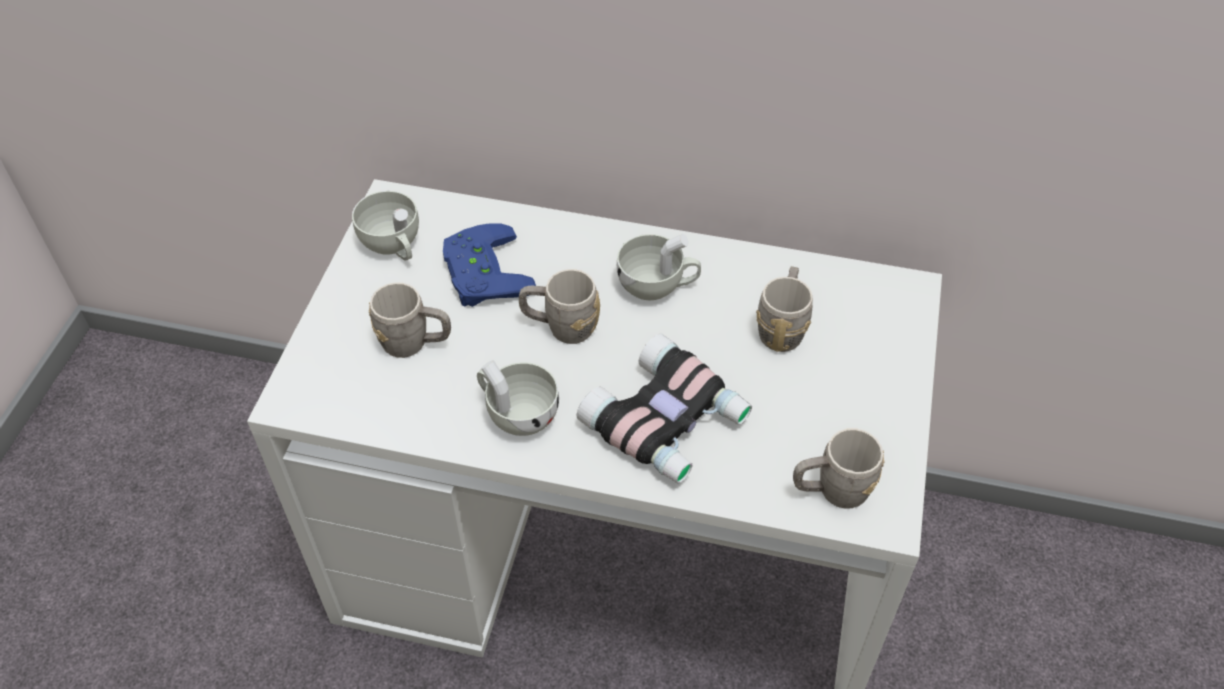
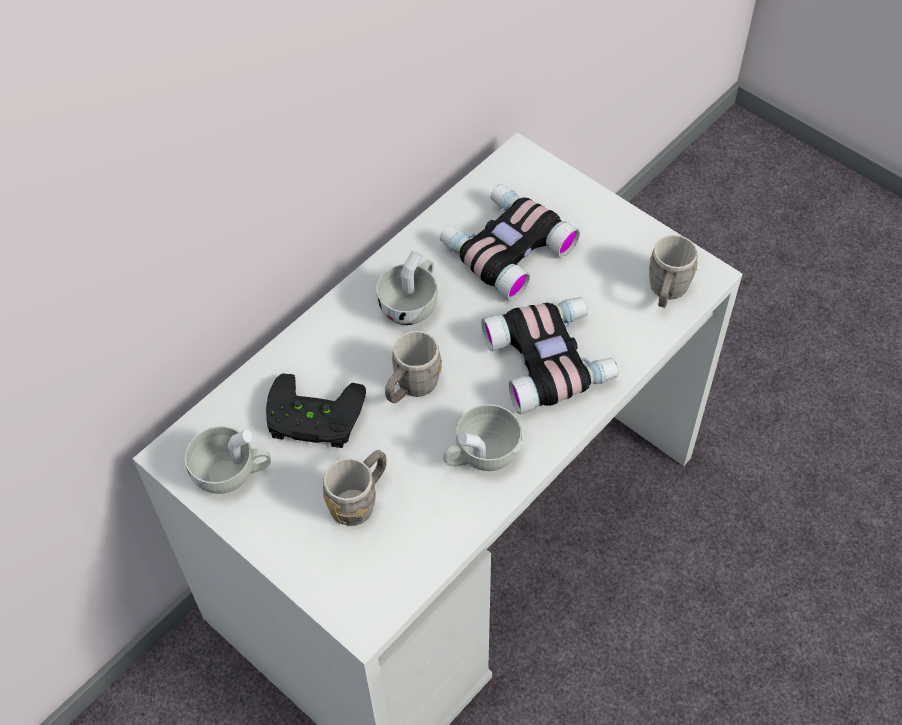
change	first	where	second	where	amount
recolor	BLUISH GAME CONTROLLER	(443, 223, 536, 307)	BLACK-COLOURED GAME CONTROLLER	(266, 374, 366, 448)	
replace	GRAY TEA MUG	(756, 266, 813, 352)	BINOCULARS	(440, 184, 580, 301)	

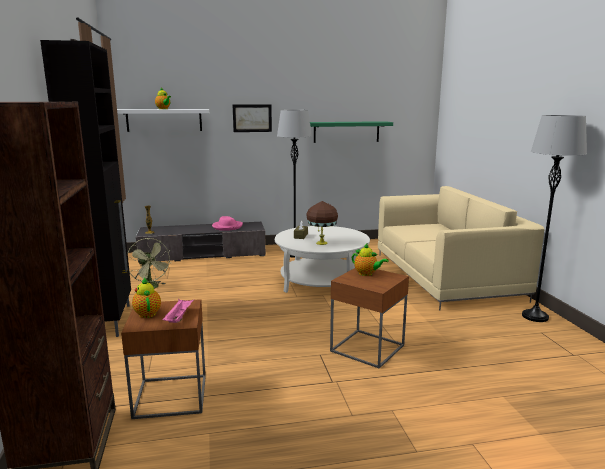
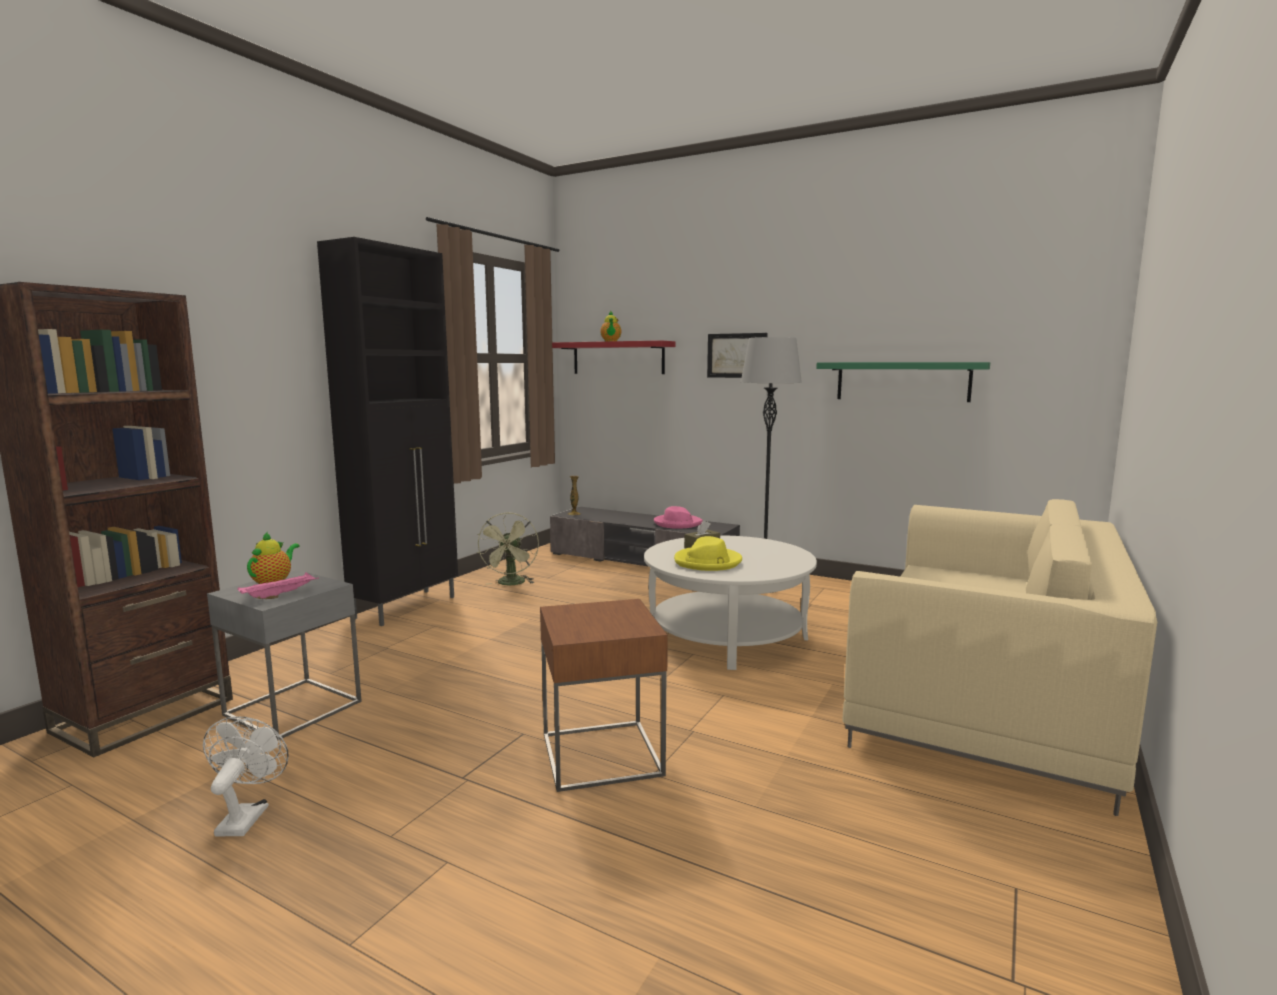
change	first	where	second	where	amount
insert			WHITE-COLOURED COOLING FAN	(203, 716, 289, 837)	
recolor	BROWN END TABLE	(121, 299, 206, 419)	GRAY END TABLE	(207, 570, 362, 741)	
recolor	WHITE-COLOURED SHELF	(117, 109, 209, 132)	REDDISH SHELF	(552, 340, 676, 374)	
replace	BROWN TABLETOP LAMP	(307, 201, 338, 245)	YELLOWISH WEARABLE HAT	(674, 536, 742, 571)	
delete	TEA POT	(352, 244, 388, 276)			
delete	GRAY STANDING LAMP	(522, 115, 587, 322)			

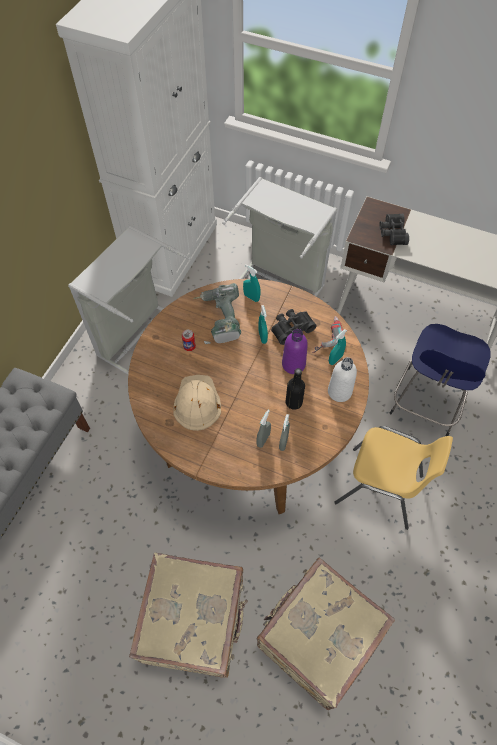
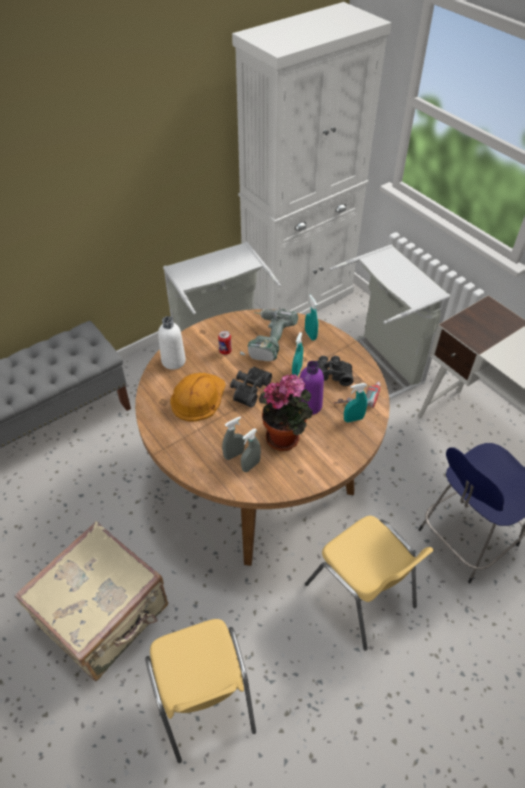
change	first	where	second	where	amount
replace	SAND-COLOURED TRAVEL CASE	(257, 558, 395, 710)	YELLOWISH CHAIR	(145, 619, 256, 763)	
move	WHITE-COLOURED DRINK BOTTLE	(328, 357, 357, 402)		(158, 316, 186, 370)	
recolor	SAND-COLOURED HARD HAT	(173, 375, 221, 431)	ORANGE HARD HAT	(170, 373, 226, 421)	
move	BLACK-COLOURED BINOCULARS	(379, 214, 409, 245)		(230, 367, 272, 408)	
replace	BLACK-COLOURED DRINK BOTTLE	(286, 368, 305, 410)	HOUSEPLANT	(259, 374, 313, 451)	

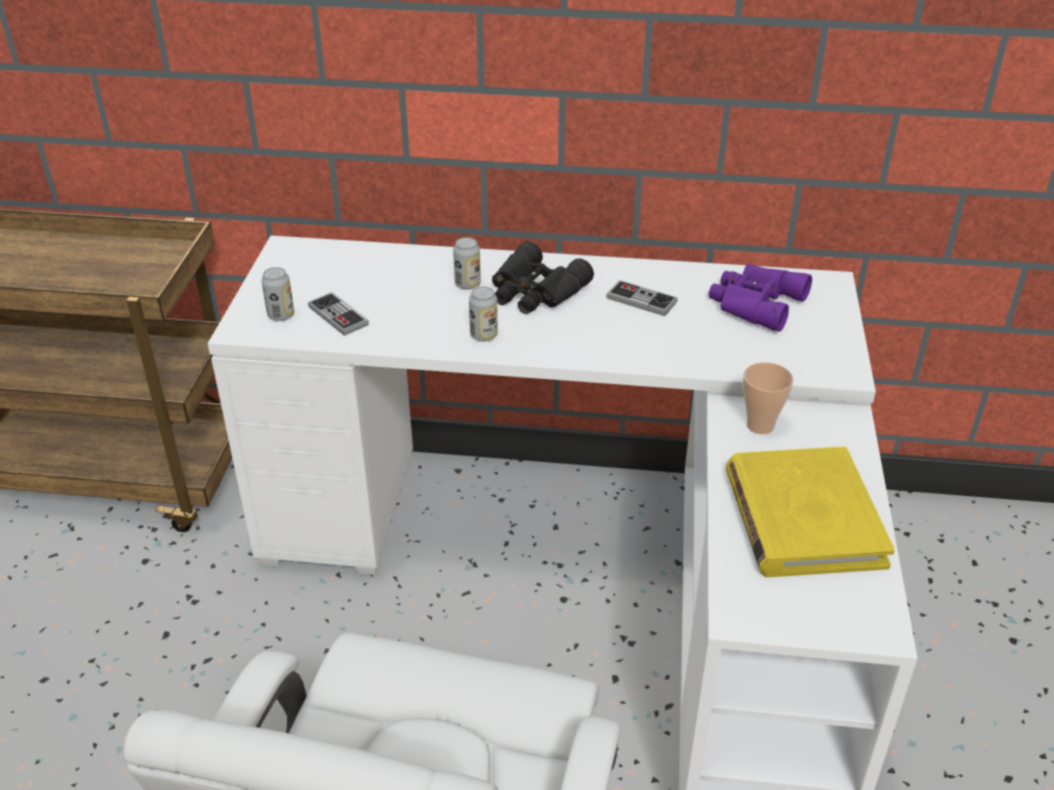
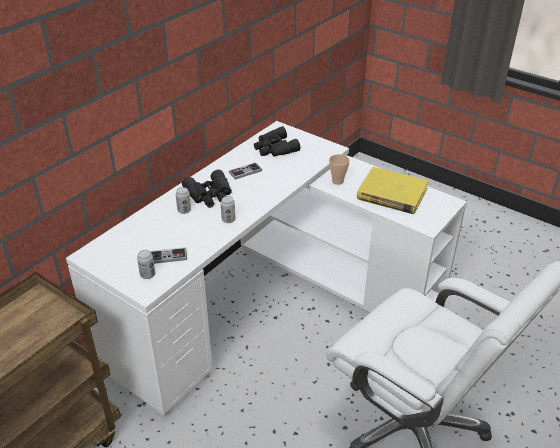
change	first	where	second	where	amount
recolor	PURPLE BINOCULARS	(708, 264, 812, 332)	BLACK-COLOURED BINOCULARS	(254, 126, 300, 156)	

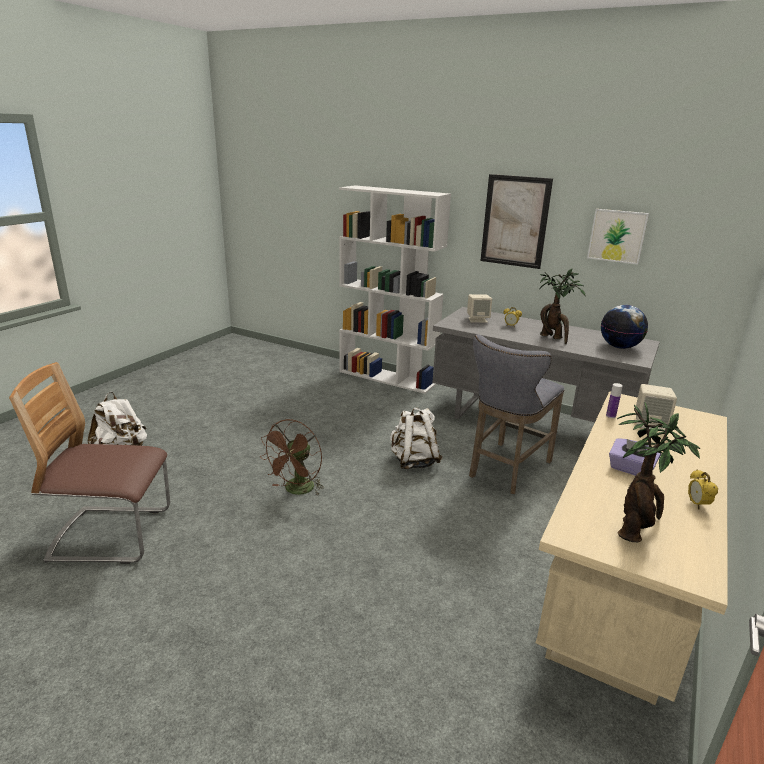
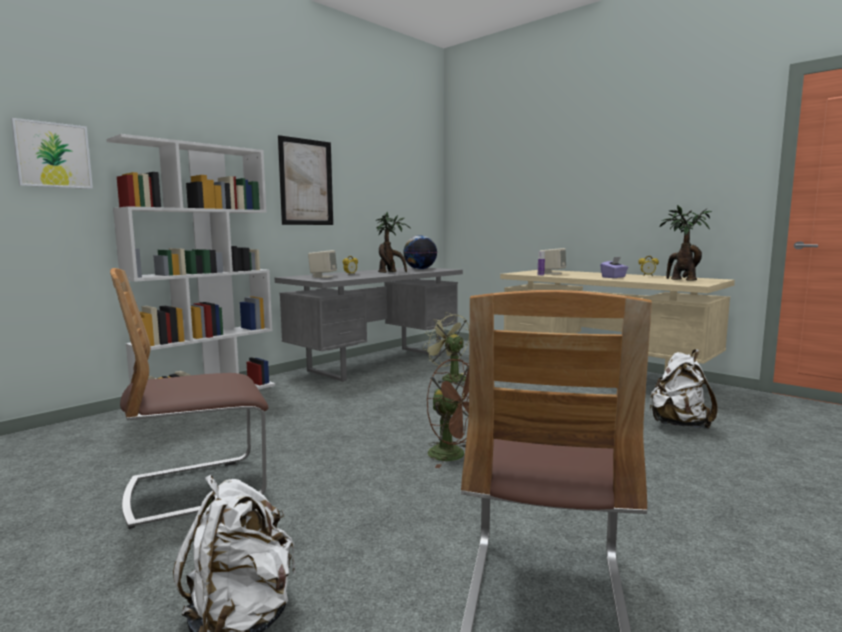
change	first	where	second	where	amount
move	PICTURE	(587, 209, 649, 265)		(11, 118, 93, 189)	
insert			CHAIR	(110, 268, 269, 529)	
replace	GRAY STOOL	(469, 335, 564, 494)	GREEN COOLING FAN	(423, 312, 470, 385)	
move	WHITE-COLOURED RUCKSACK	(390, 408, 442, 469)		(649, 349, 718, 429)	

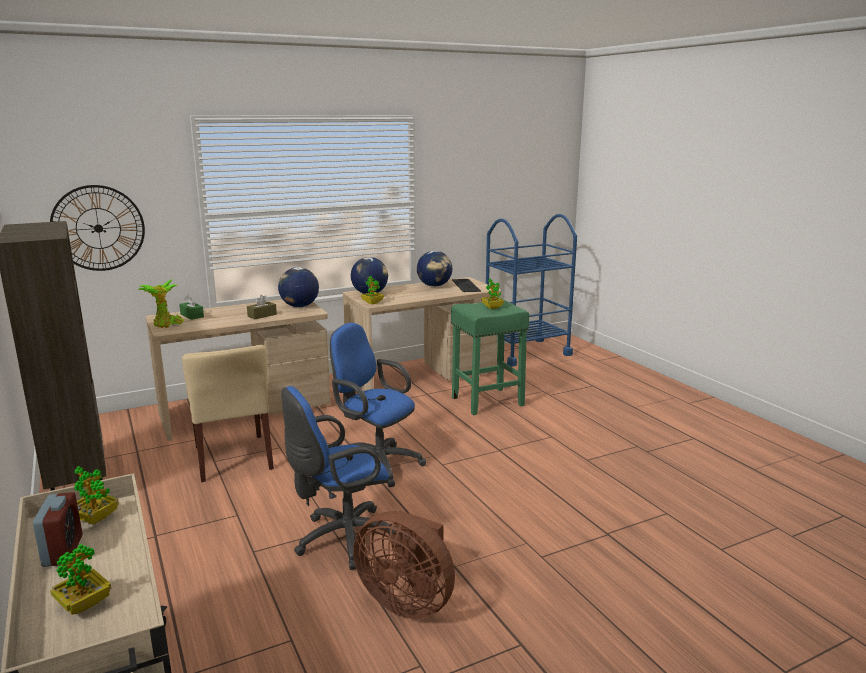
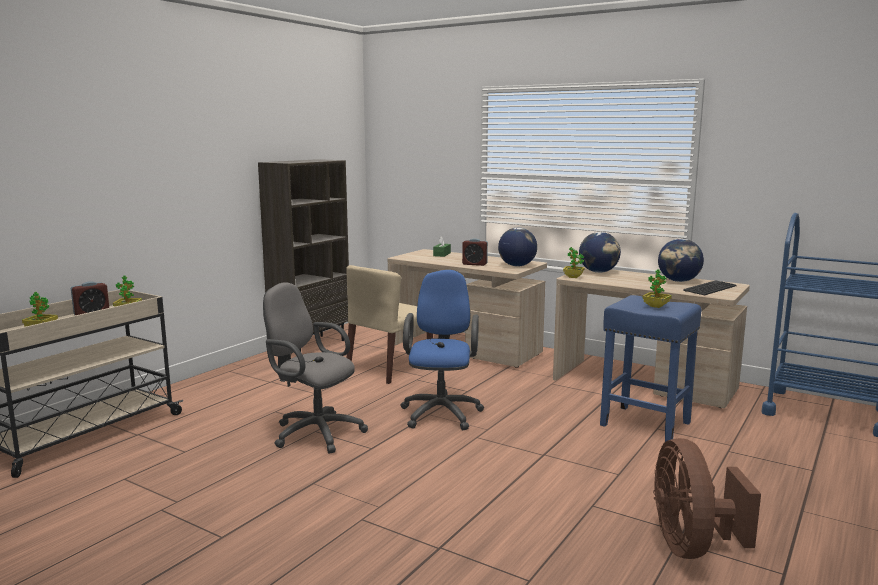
change	first	where	second	where	amount
recolor	BLUISH OFFICE CHAIR	(281, 386, 395, 570)	GRAY OFFICE CHAIR	(263, 282, 368, 454)	
replace	BROWN TISSUE BOX	(247, 295, 277, 320)	BEDSIDE CLOCK	(462, 238, 488, 266)	
recolor	GREEN STOOL	(451, 300, 530, 415)	BLUISH STOOL	(600, 295, 701, 442)	
move	BROWN COOLING FAN	(353, 511, 455, 619)		(653, 438, 761, 559)	
delete	WALL CLOCK	(50, 185, 145, 271)			
delete	HOUSEPLANT	(138, 279, 184, 328)			

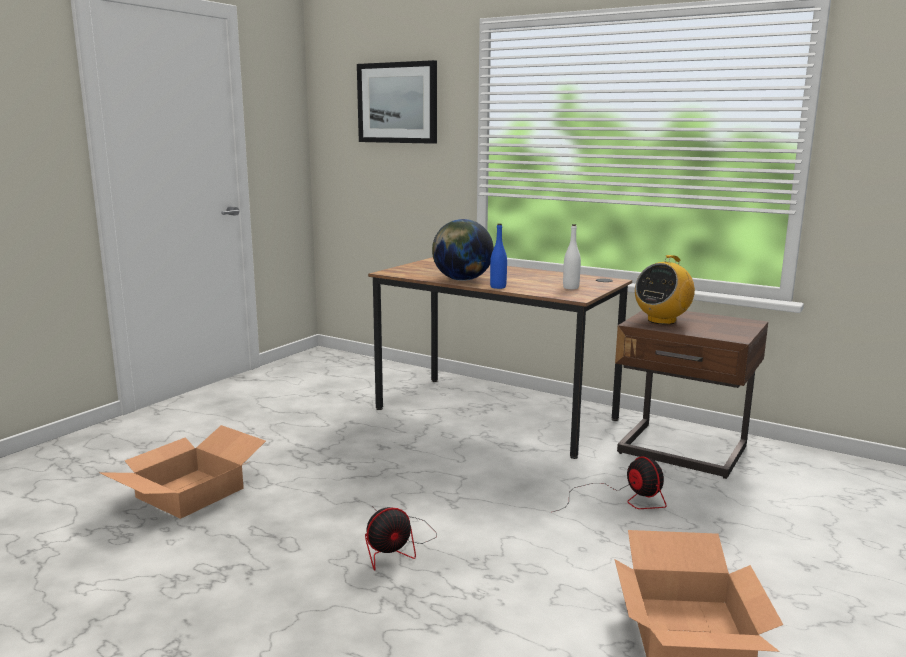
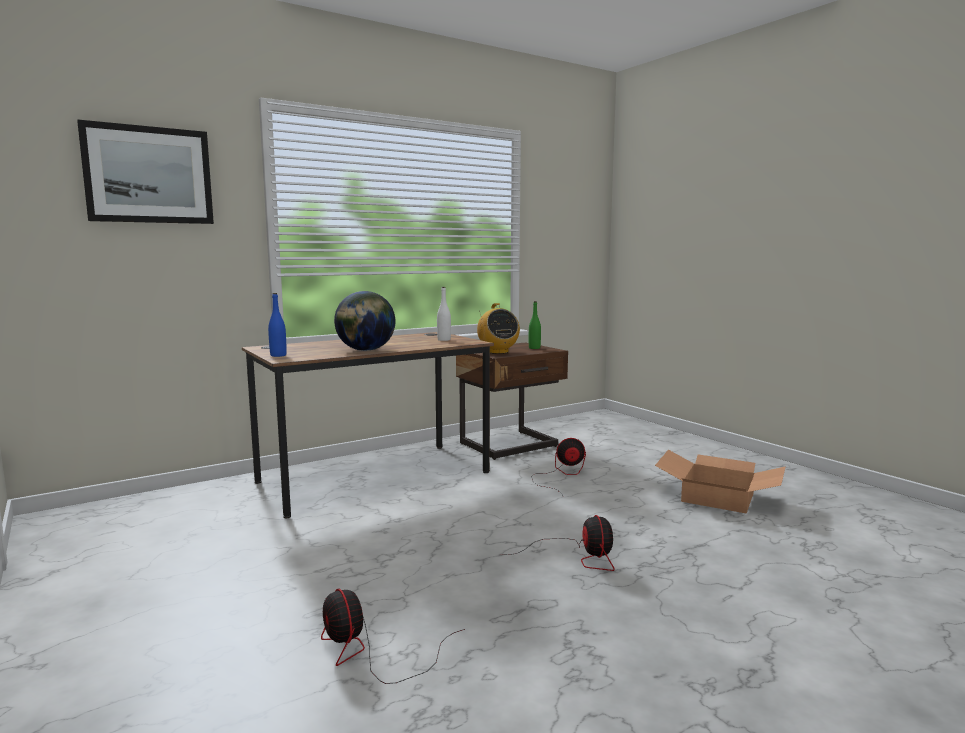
change	first	where	second	where	amount
move	BLUISH DRINK BOTTLE	(490, 224, 507, 289)		(268, 293, 287, 357)	
replace	CARDBOARD BOX	(99, 425, 266, 519)	COOLING FAN	(321, 588, 465, 684)	
insert			GREEN DRINK BOTTLE	(529, 301, 541, 349)	

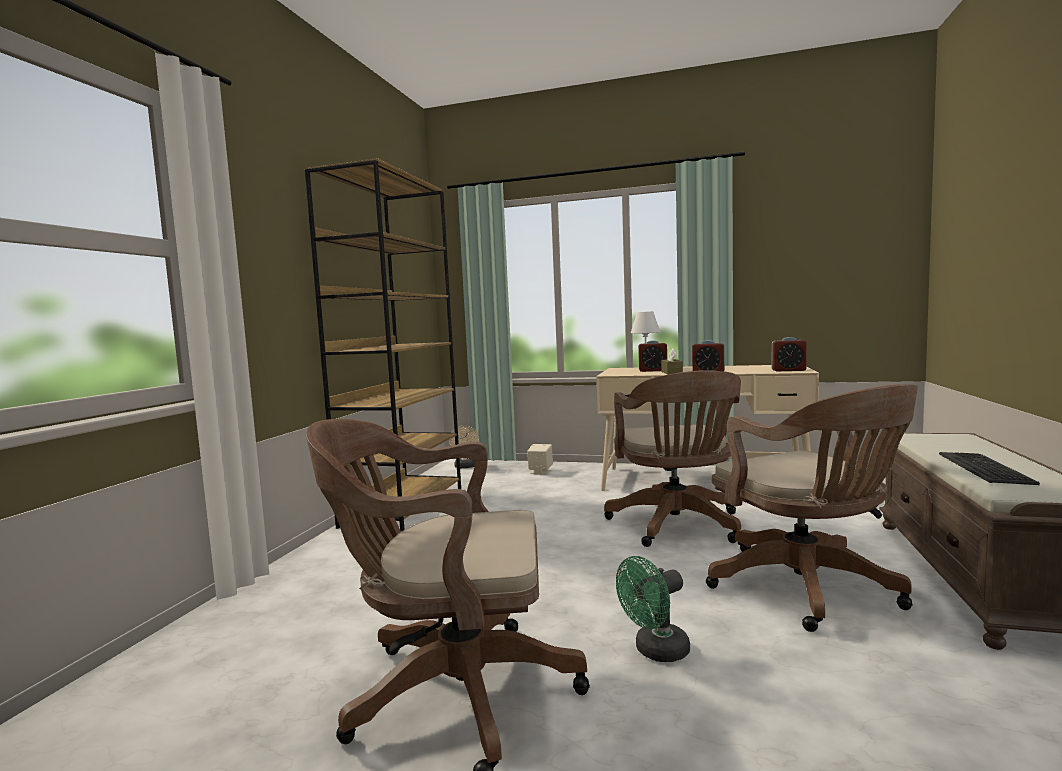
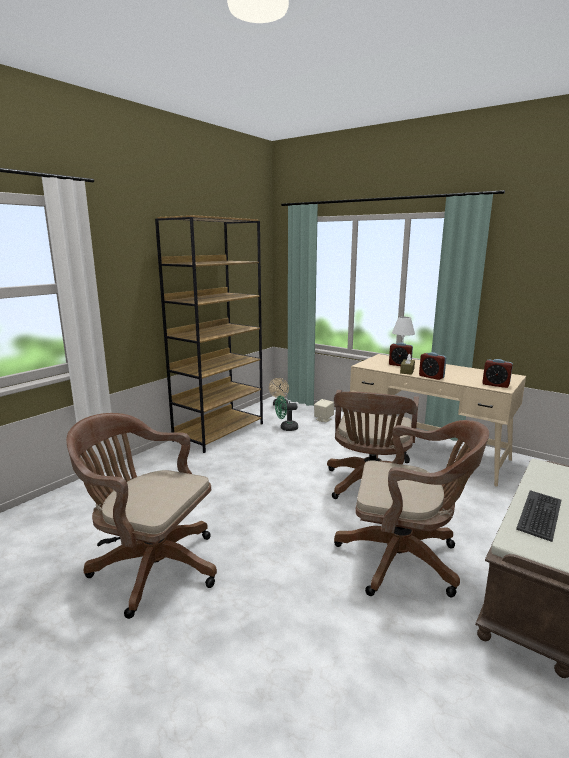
change	first	where	second	where	amount
move	GREEN COOLING FAN	(616, 556, 690, 662)		(275, 396, 298, 431)	
rotate	BROWN OFFICE CHAIR	(706, 384, 918, 632)		(334, 420, 489, 598)	75 degrees counterclockwise

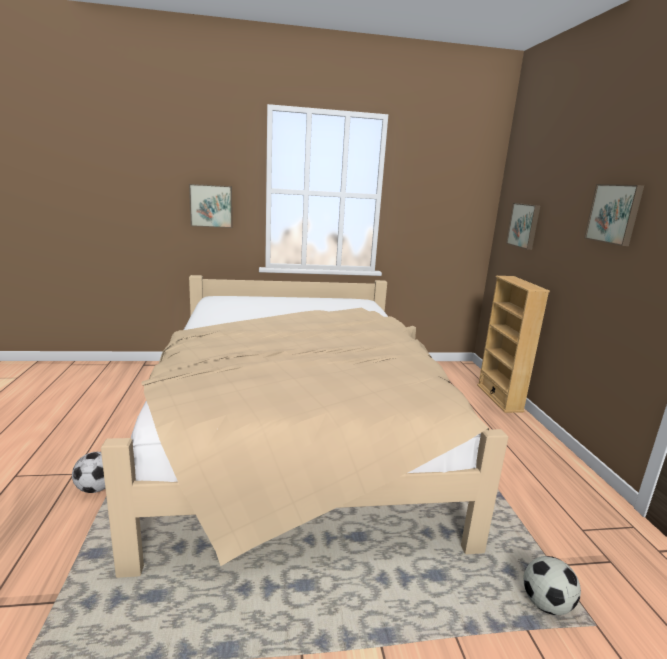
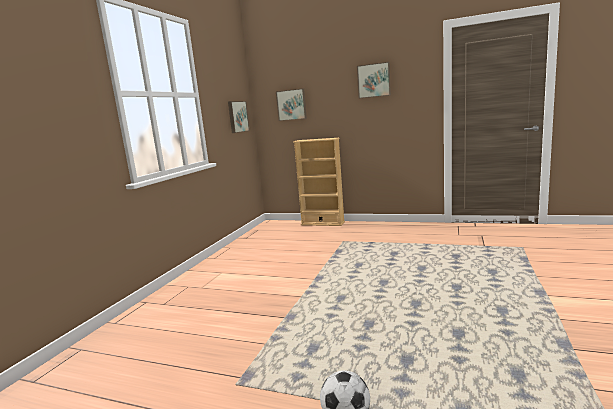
change	first	where	second	where	amount
move	PICTURE	(189, 184, 232, 228)		(228, 101, 250, 133)	
delete	SAND-COLOURED BED	(101, 275, 508, 578)			
delete	BALL FOR FOOTBALL	(523, 556, 581, 615)			

